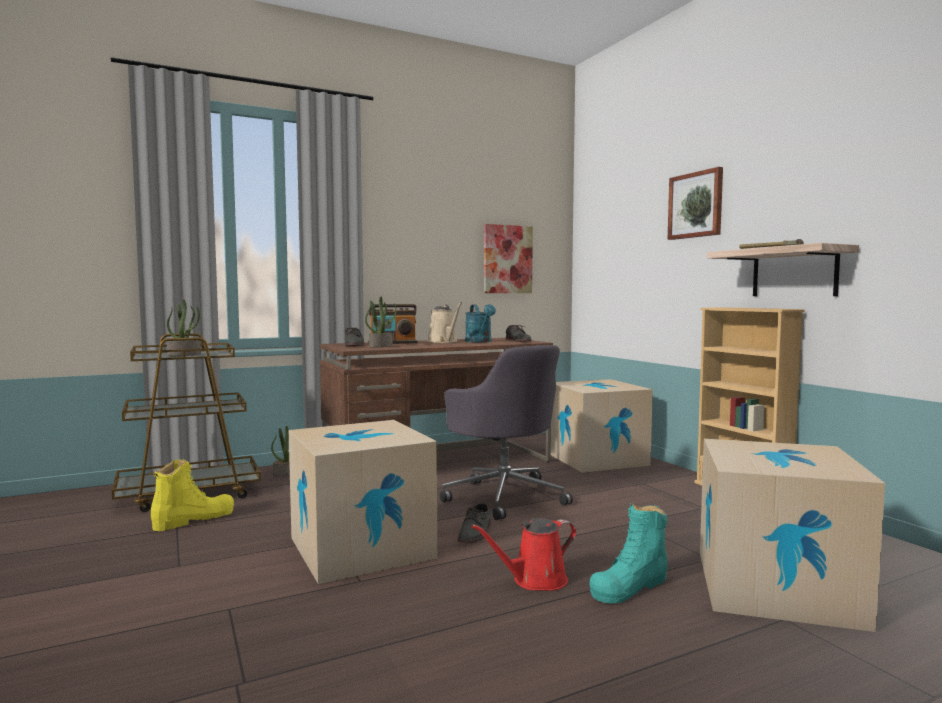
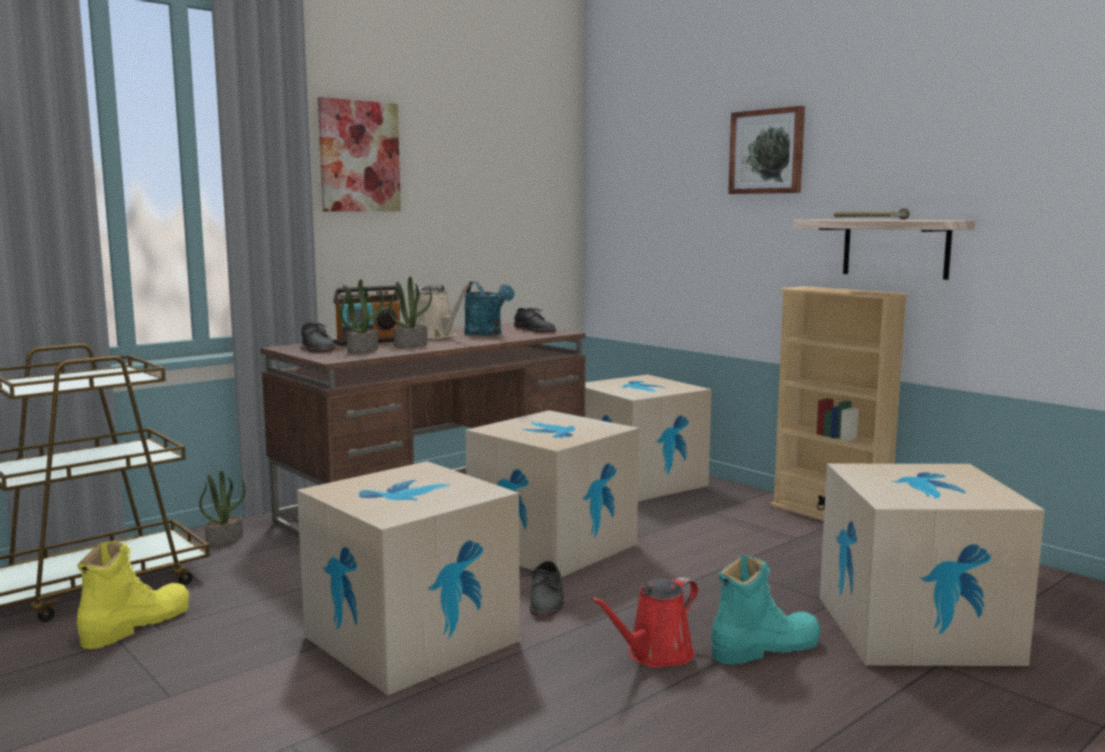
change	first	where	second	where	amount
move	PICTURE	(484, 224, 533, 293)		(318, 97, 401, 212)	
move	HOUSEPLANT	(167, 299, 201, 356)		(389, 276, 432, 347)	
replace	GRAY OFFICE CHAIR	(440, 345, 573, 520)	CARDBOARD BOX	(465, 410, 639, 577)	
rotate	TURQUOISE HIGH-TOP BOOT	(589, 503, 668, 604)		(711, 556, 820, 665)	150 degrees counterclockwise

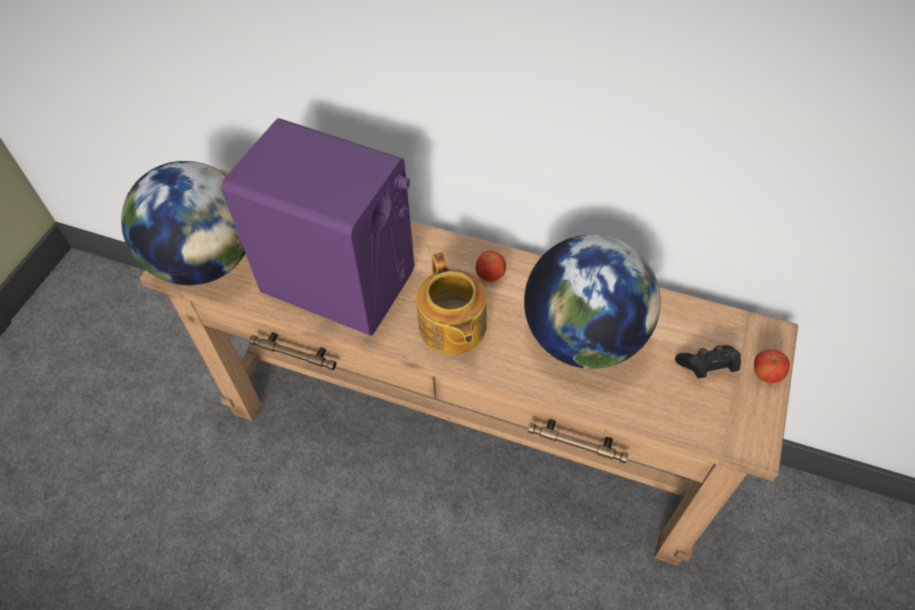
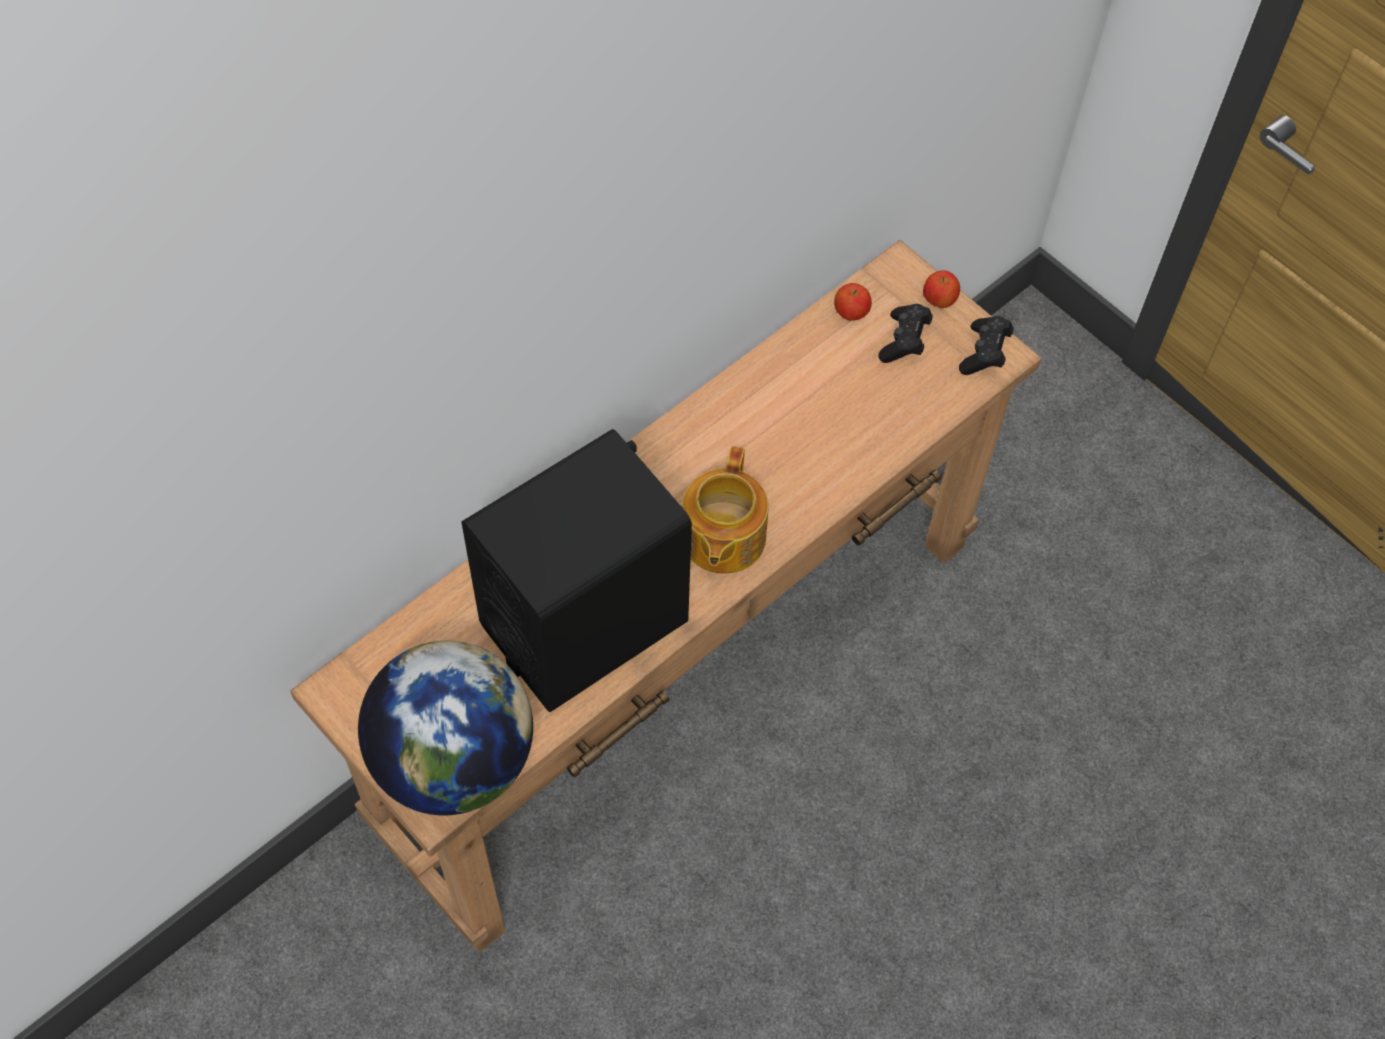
change	first	where	second	where	amount
recolor	PURPLE AUDIO SPEAKER	(221, 118, 414, 336)	BLACK-COLOURED AUDIO SPEAKER	(461, 429, 692, 712)	
rotate	TEA POT	(416, 252, 487, 355)		(682, 446, 769, 574)	90 degrees clockwise
move	APPLE FRUIT	(476, 250, 506, 282)		(834, 283, 872, 321)	
insert			BLACK-COLOURED GAME CONTROLLER	(959, 316, 1014, 375)	
delete	GLOBE	(524, 234, 661, 369)			

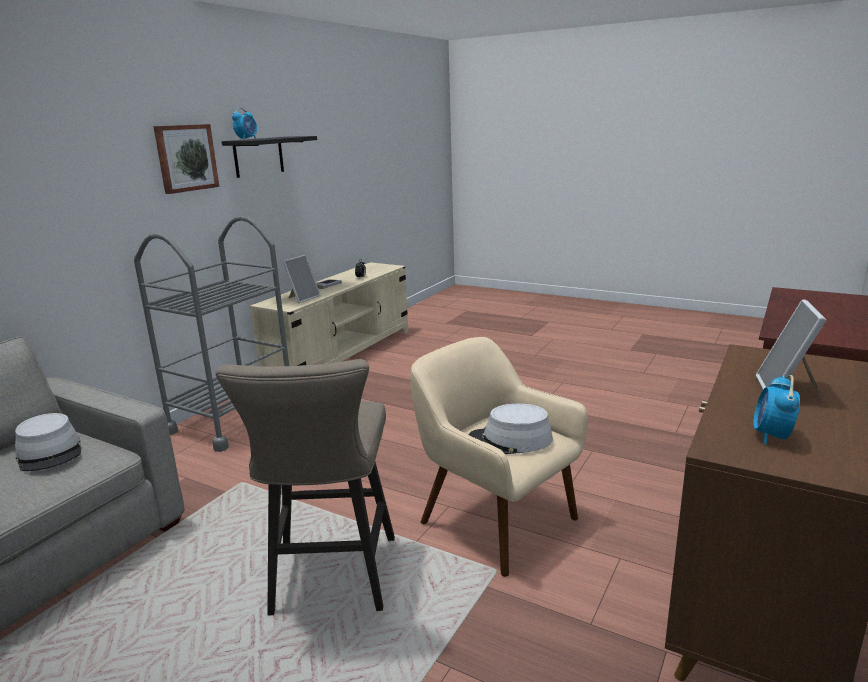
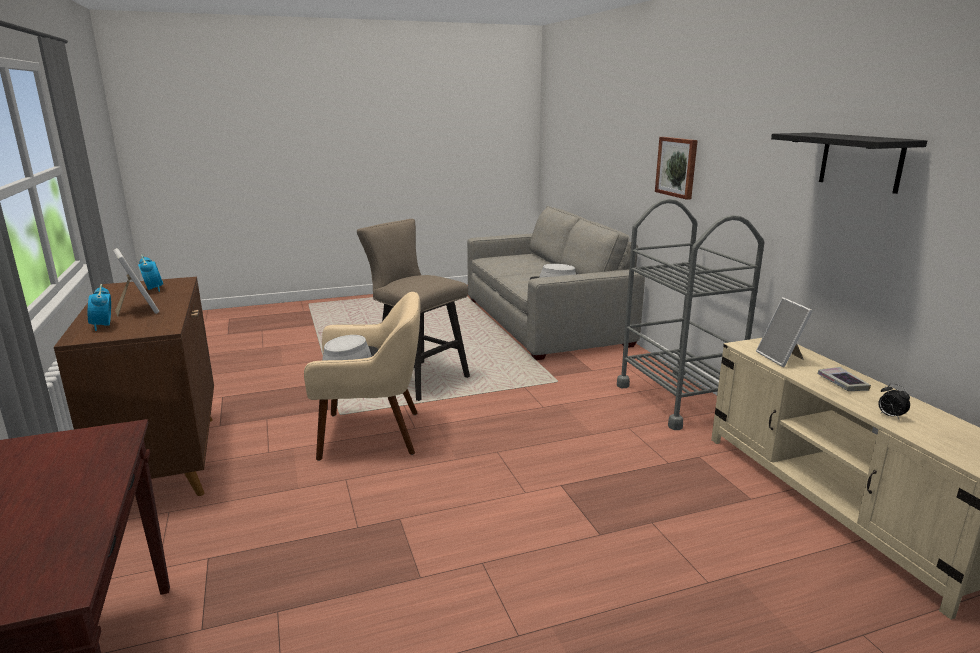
change	first	where	second	where	amount
move	BEDSIDE CLOCK	(232, 108, 257, 140)		(88, 284, 111, 331)	
move	PICTURE	(153, 124, 219, 194)		(655, 137, 698, 200)	

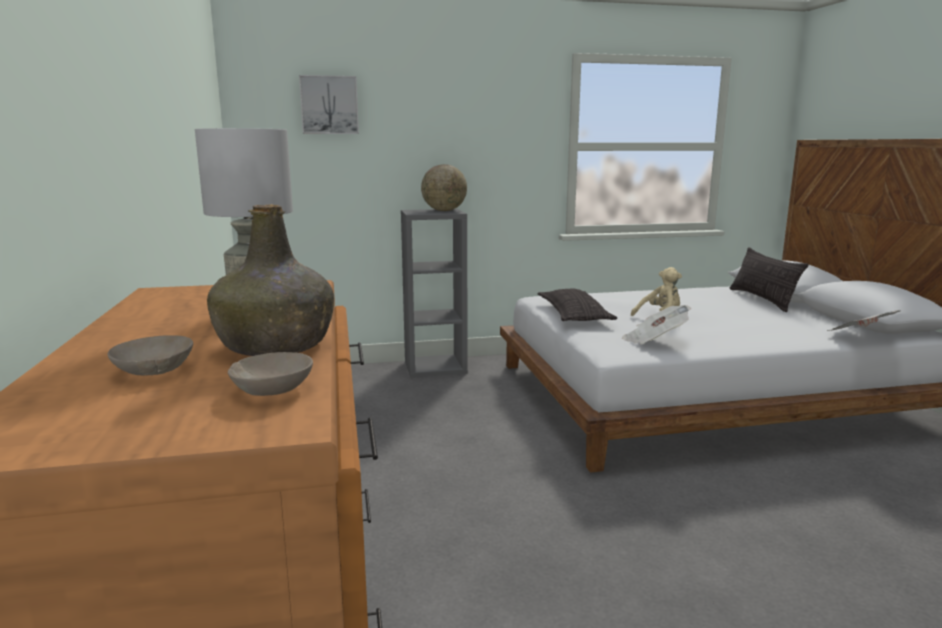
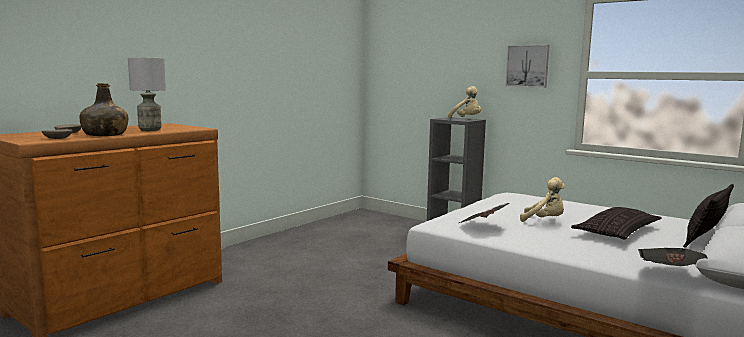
change	first	where	second	where	amount
replace	GLOBE	(421, 164, 467, 211)	SAND-COLOURED SOFT TOY	(448, 86, 481, 119)	
move	PICTURE	(299, 75, 359, 134)		(506, 45, 550, 87)	
move	CUSHION	(538, 289, 618, 321)		(571, 207, 662, 239)	

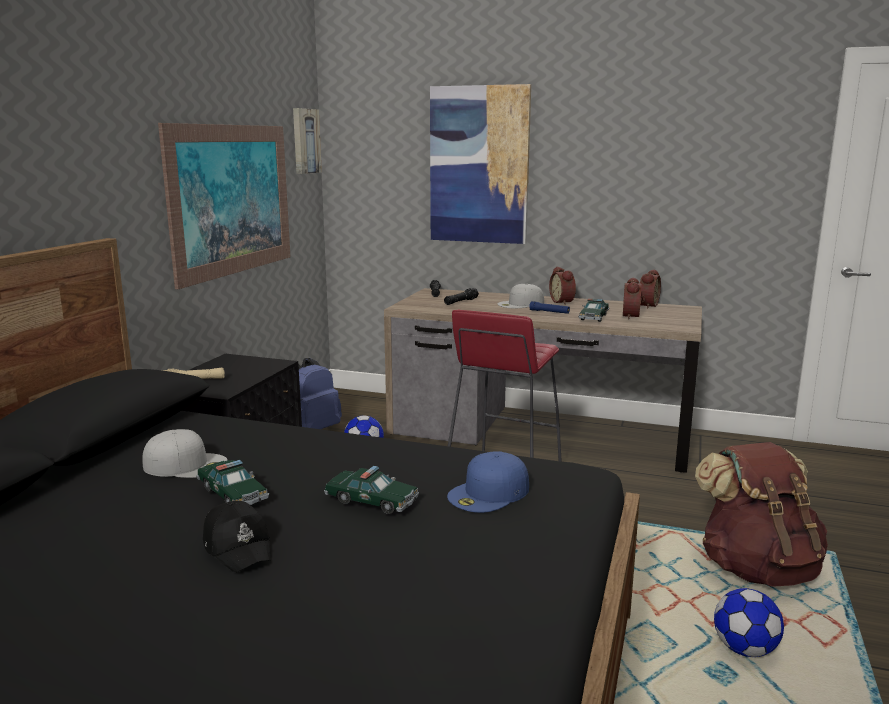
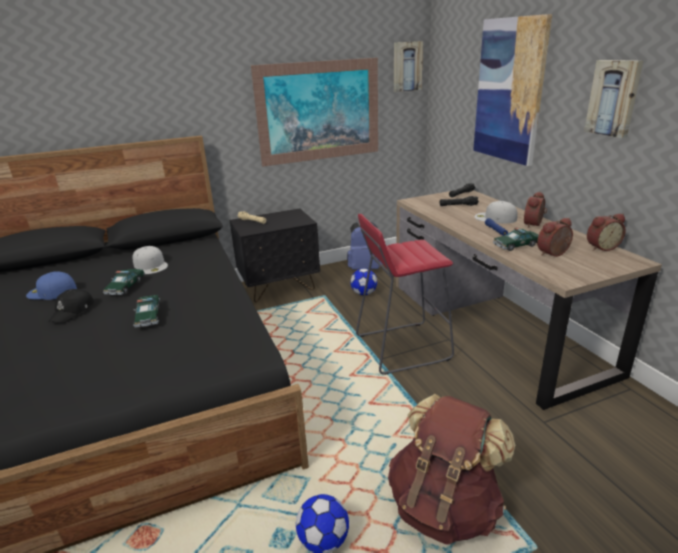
change	first	where	second	where	amount
move	BLUISH PEAKED CAP	(447, 451, 529, 513)		(26, 271, 77, 300)	
insert			PICTURE	(584, 60, 643, 138)	

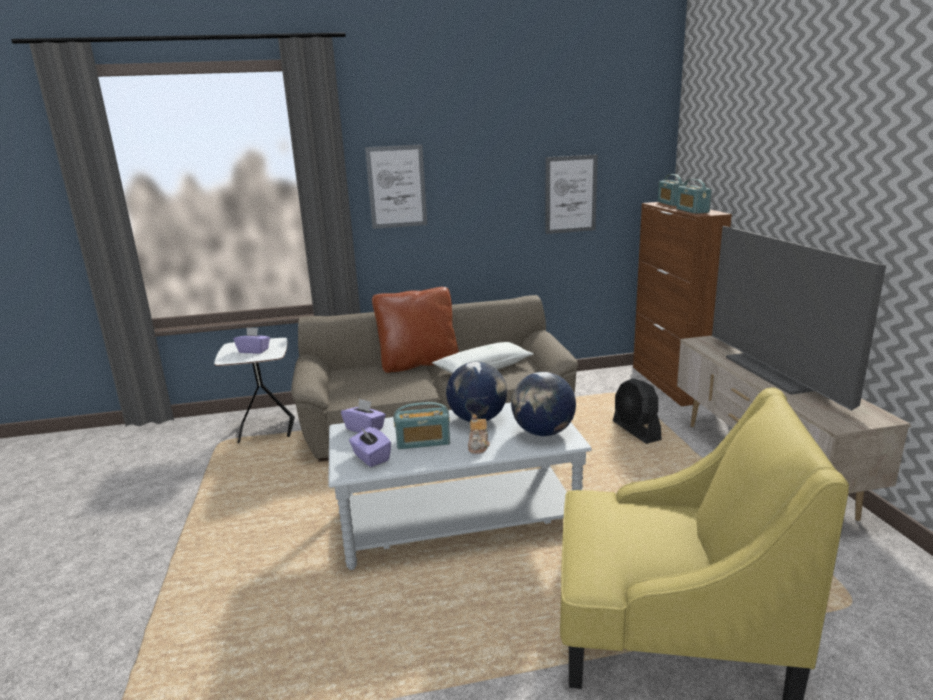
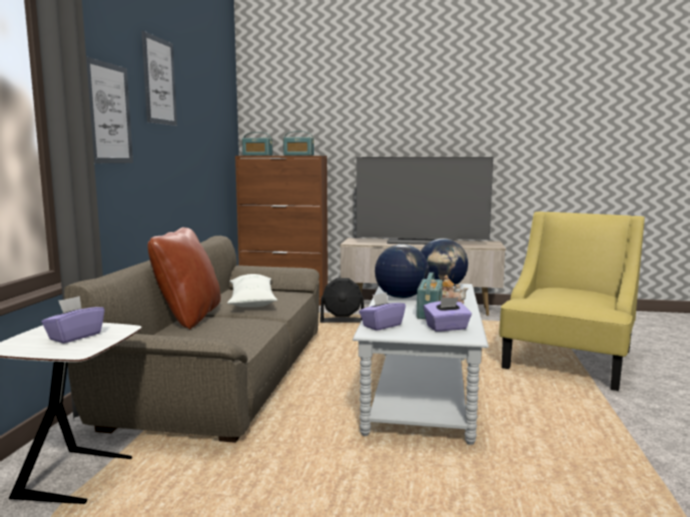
change	first	where	second	where	amount
move	PICTURE	(546, 154, 598, 234)		(142, 31, 177, 126)	

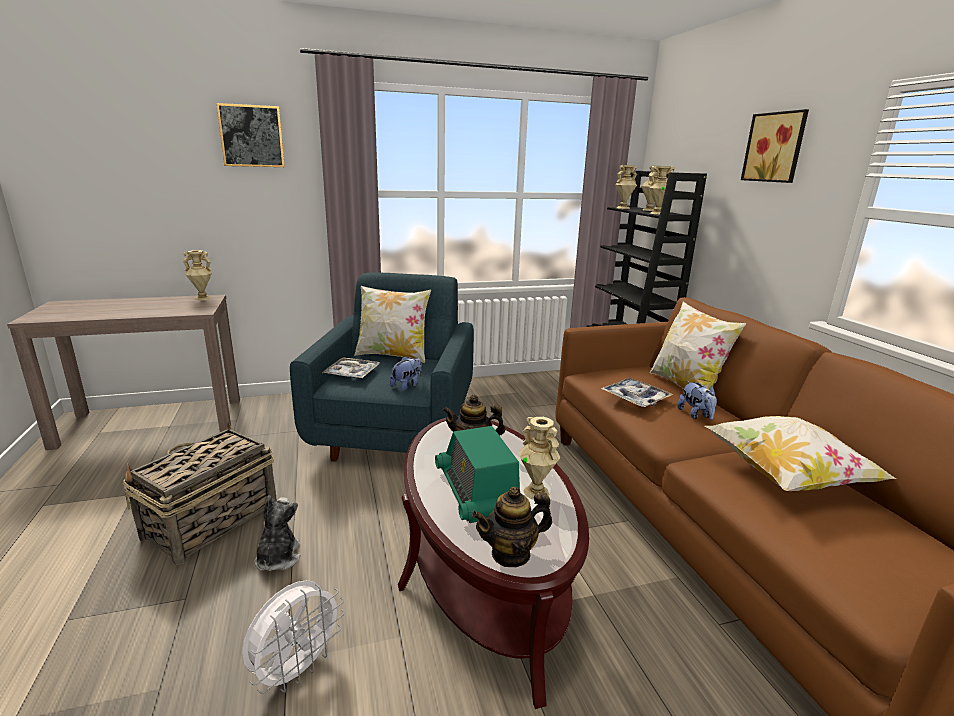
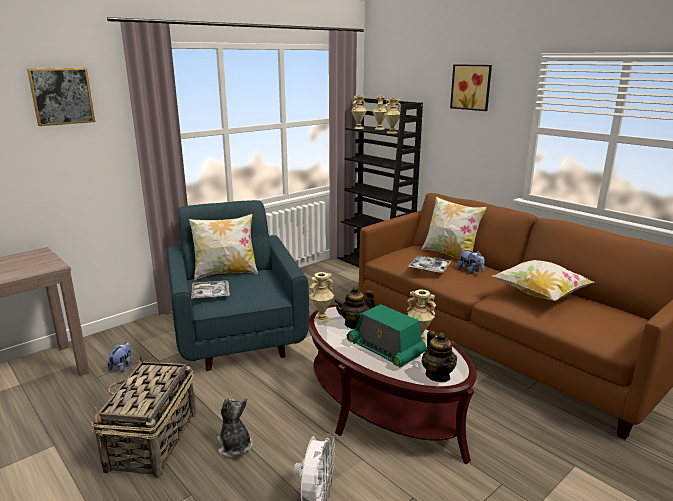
change	first	where	second	where	amount
move	SOFT TOY	(390, 356, 422, 391)		(108, 342, 131, 373)	
move	SAND-COLOURED VASE	(183, 250, 212, 301)		(309, 272, 334, 323)	
rotate	TEA POT	(472, 487, 552, 567)		(421, 331, 457, 382)	60 degrees counterclockwise

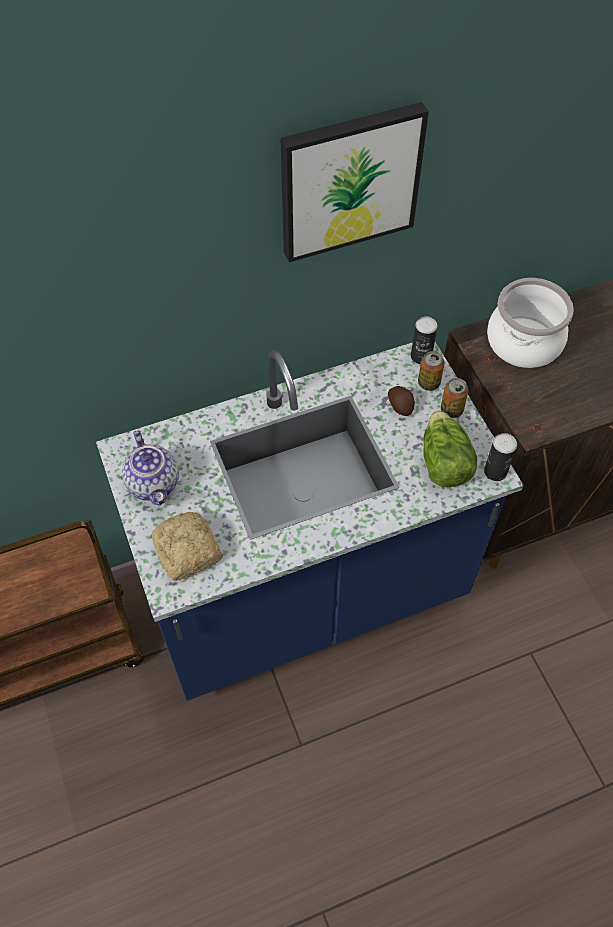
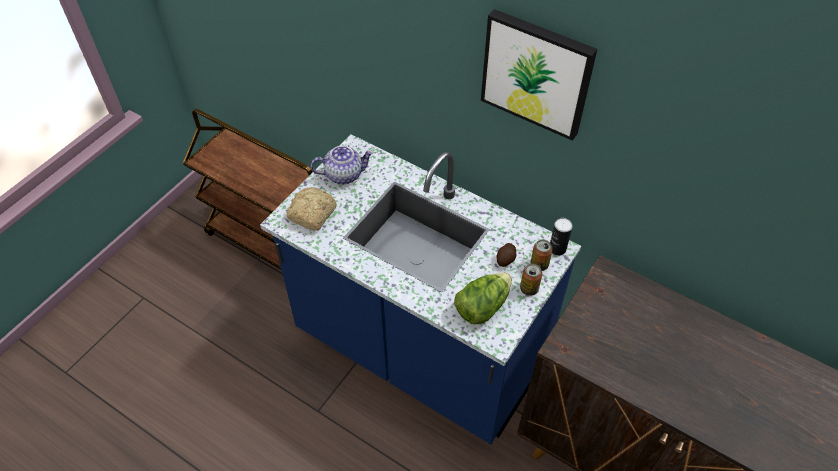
change	first	where	second	where	amount
rotate	TEA POT	(122, 430, 179, 506)		(311, 146, 374, 184)	135 degrees counterclockwise
delete	METAL CAN	(484, 433, 517, 481)			
delete	STOCKPOT	(487, 278, 574, 368)			

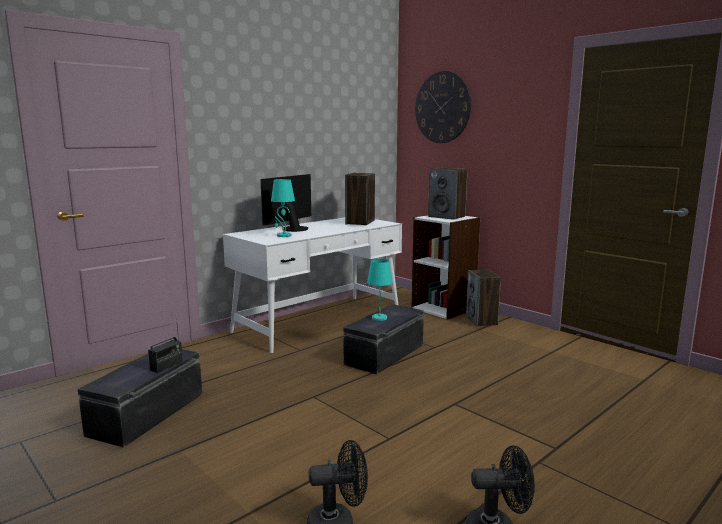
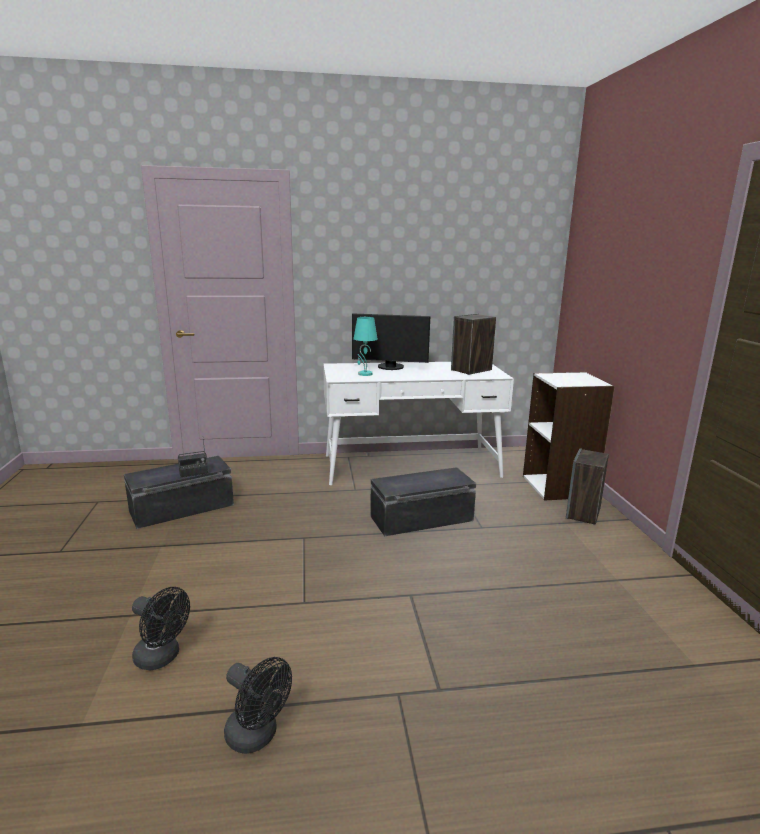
change	first	where	second	where	amount
rotate	COMPUTER DISPLAY	(261, 174, 311, 232)		(352, 313, 430, 370)	150 degrees counterclockwise
delete	TURQUOISE TABLETOP LAMP	(367, 259, 393, 321)			
delete	WALL CLOCK	(415, 71, 471, 143)			
delete	AUDIO SPEAKER	(428, 168, 467, 220)			

